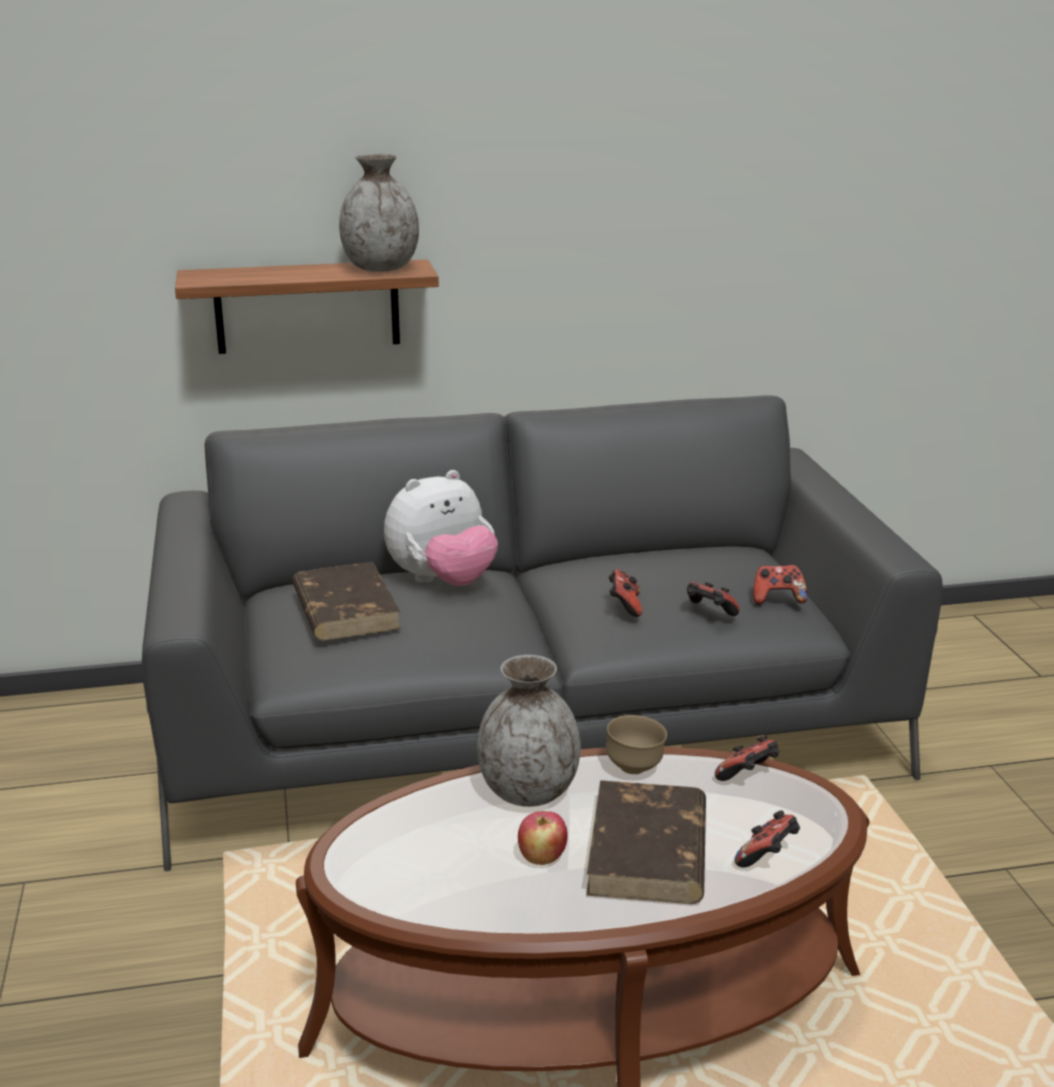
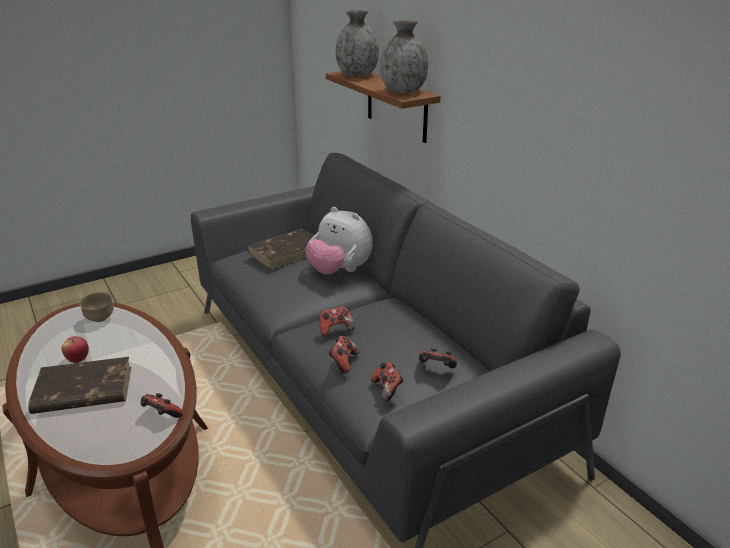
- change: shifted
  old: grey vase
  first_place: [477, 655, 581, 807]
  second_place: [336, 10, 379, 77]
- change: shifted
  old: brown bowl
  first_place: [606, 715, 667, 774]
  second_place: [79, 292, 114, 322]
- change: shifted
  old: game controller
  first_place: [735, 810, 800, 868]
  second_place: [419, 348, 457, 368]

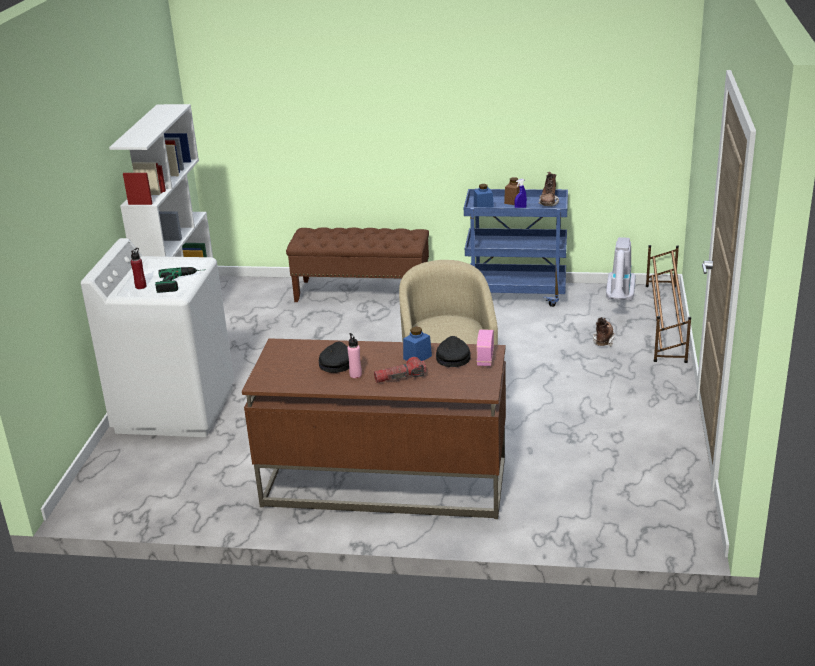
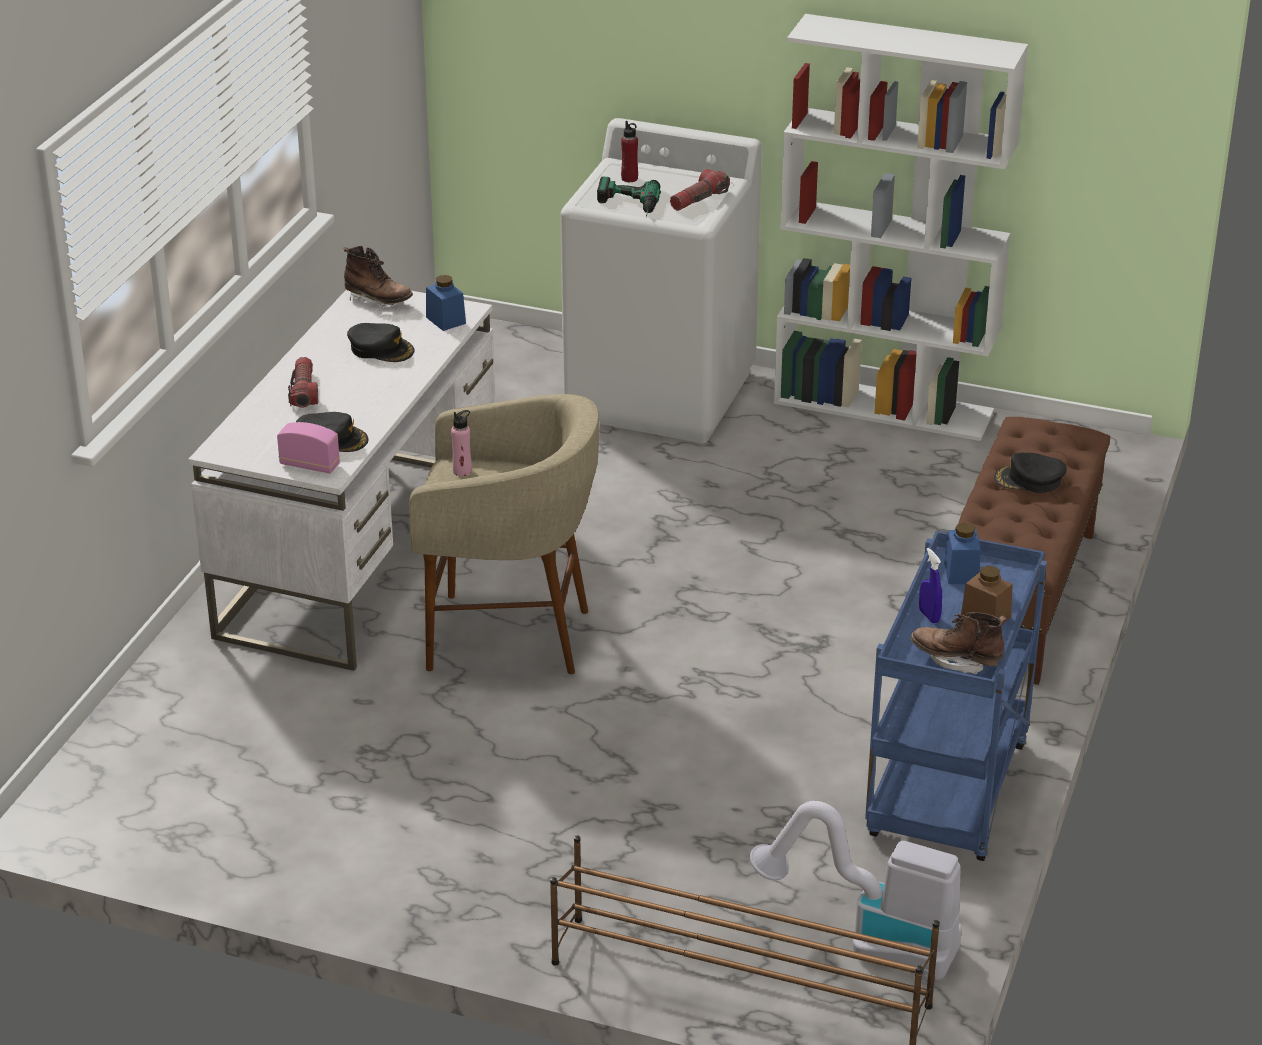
- change: repainted
  old: brown desk
  new: white desk
  first_place: [242, 338, 506, 519]
  second_place: [188, 289, 495, 671]
- change: shifted
  old: pink bottle
  first_place: [347, 333, 362, 378]
  second_place: [451, 410, 472, 476]
- change: shifted
  old: blue jar
  first_place: [403, 327, 432, 361]
  second_place: [426, 275, 466, 331]
- change: shifted
  old: brown boot
  first_place: [593, 317, 615, 347]
  second_place: [343, 246, 413, 306]
- change: new
  new: flashlight
  second_place: [670, 169, 730, 211]
- change: new
  new: black cap
  second_place: [994, 452, 1067, 493]

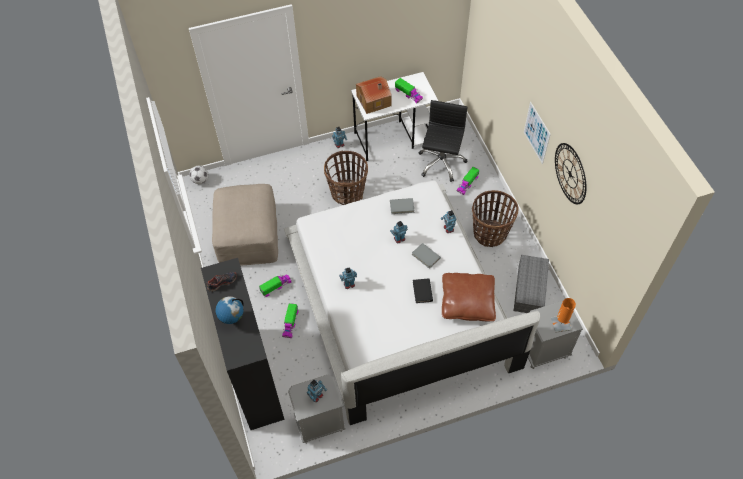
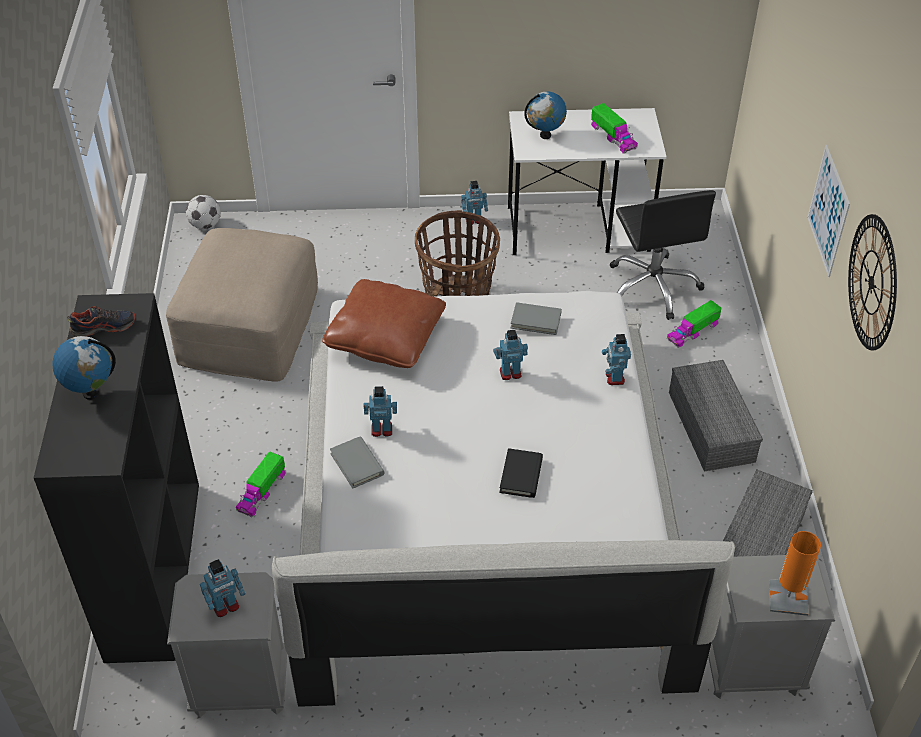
- change: gone
  old: toy truck
  first_place: [259, 274, 292, 297]
- change: swapped
  old: toy house
  new: globe
  first_place: [356, 76, 392, 114]
  second_place: [524, 91, 567, 139]
- change: shifted
  old: grey book
  first_place: [412, 243, 441, 269]
  second_place: [330, 436, 384, 488]
- change: rotated
  old: black office chair
  first_place: [419, 100, 468, 182]
  second_place: [610, 190, 716, 320]
  degrees: 135
- change: shifted
  old: brown pillow
  first_place: [442, 273, 496, 321]
  second_place: [322, 279, 446, 368]
- change: swapped
  old: basket
  new: grey storage box
  first_place: [472, 190, 519, 247]
  second_place: [669, 360, 763, 472]

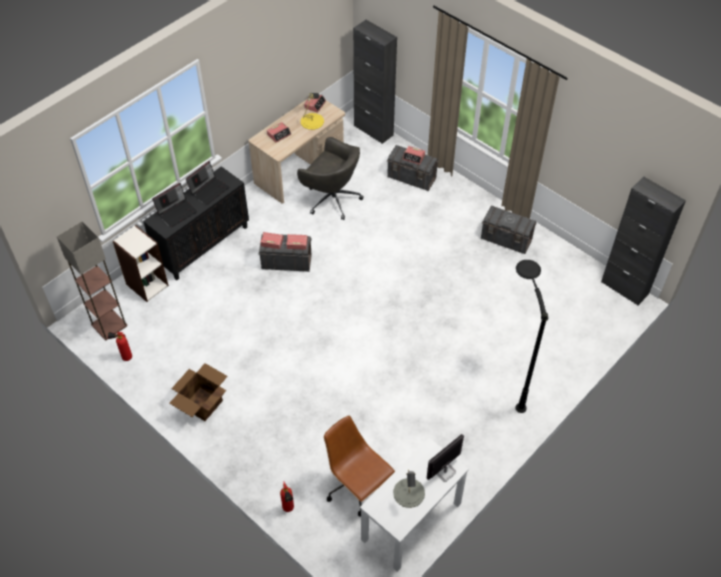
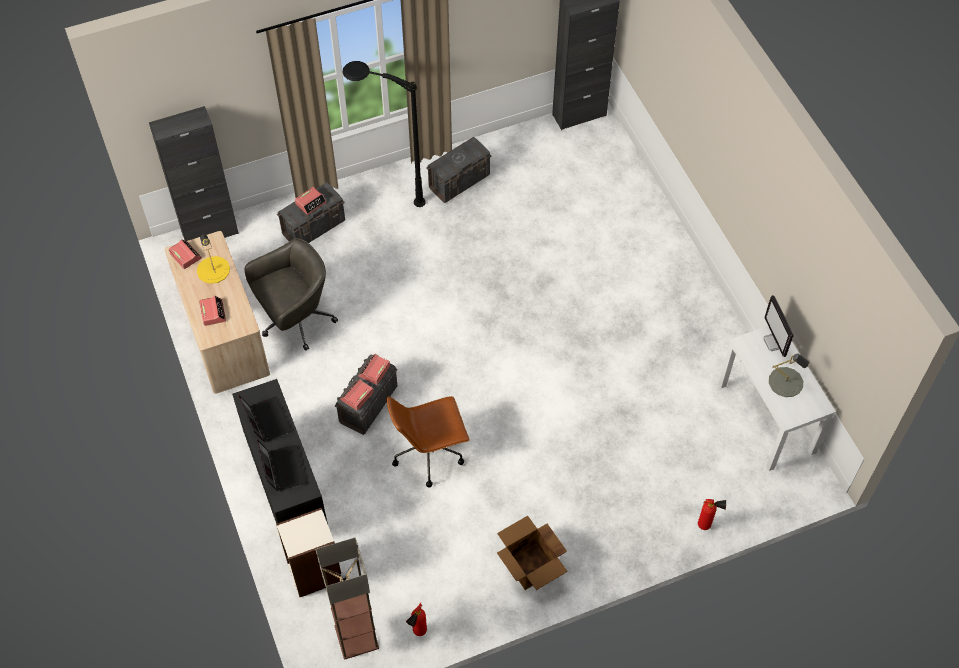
- change: shifted
  old: brown office chair
  first_place: [324, 416, 395, 517]
  second_place: [387, 396, 470, 487]
- change: shifted
  old: black floor lamp
  first_place: [515, 260, 548, 413]
  second_place: [342, 61, 426, 207]

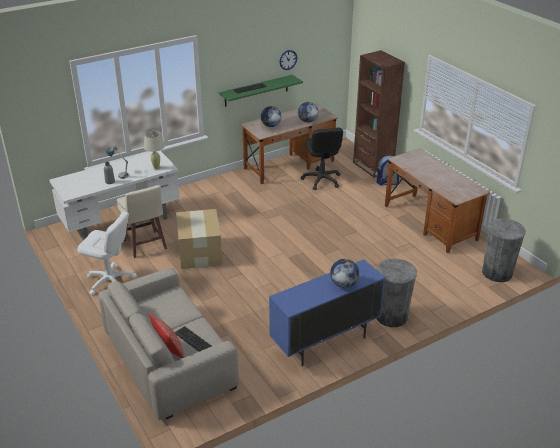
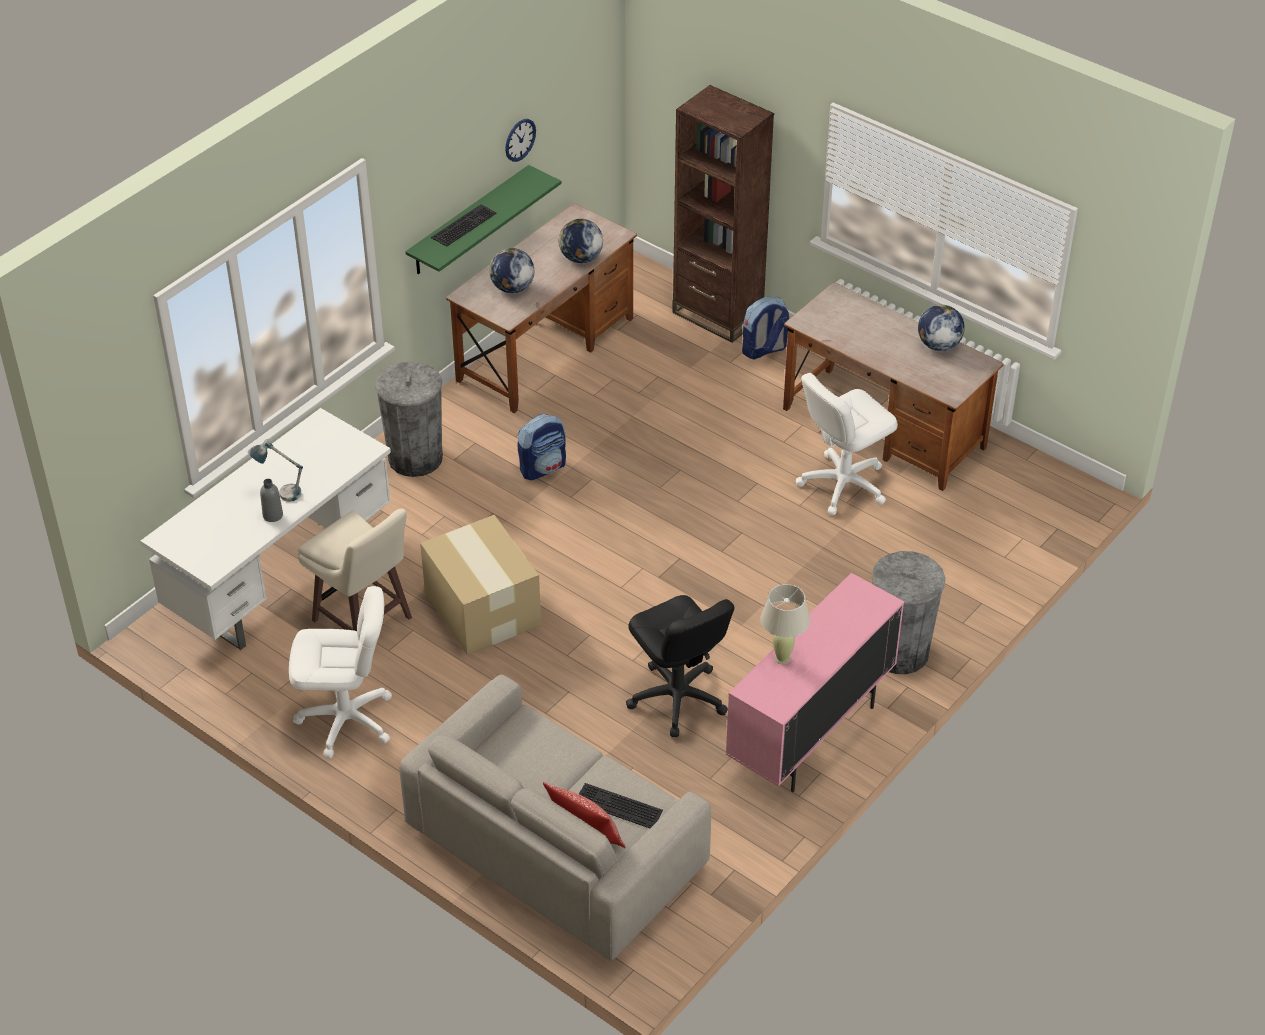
- change: shifted
  old: beige table lamp
  first_place: [143, 131, 165, 170]
  second_place: [760, 584, 810, 664]
- change: repainted
  old: blue cabinet
  new: pink cabinet
  first_place: [269, 259, 385, 366]
  second_place: [726, 573, 904, 792]
- change: shifted
  old: black office chair
  first_place: [301, 128, 343, 190]
  second_place: [626, 595, 735, 737]
- change: shifted
  old: globe
  first_place: [330, 259, 360, 288]
  second_place: [918, 305, 965, 351]
- change: shifted
  old: grey trash can
  first_place: [482, 218, 526, 282]
  second_place: [375, 361, 443, 477]
- change: new
  new: backpack
  second_place: [517, 414, 566, 480]
- change: new
  new: white office chair
  second_place: [796, 373, 898, 515]

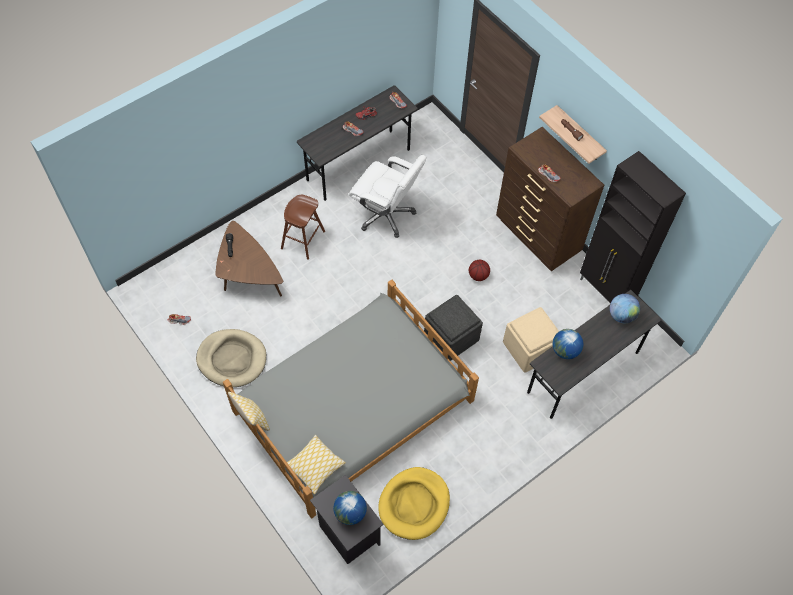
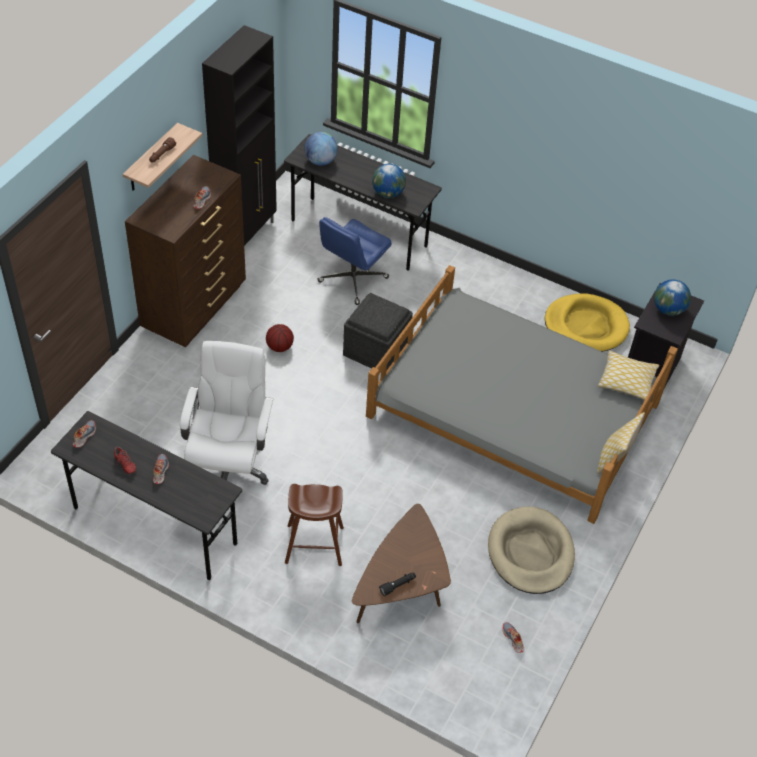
- change: swapped
  old: beige ottoman
  new: blue office chair
  first_place: [503, 307, 559, 373]
  second_place: [317, 217, 392, 305]

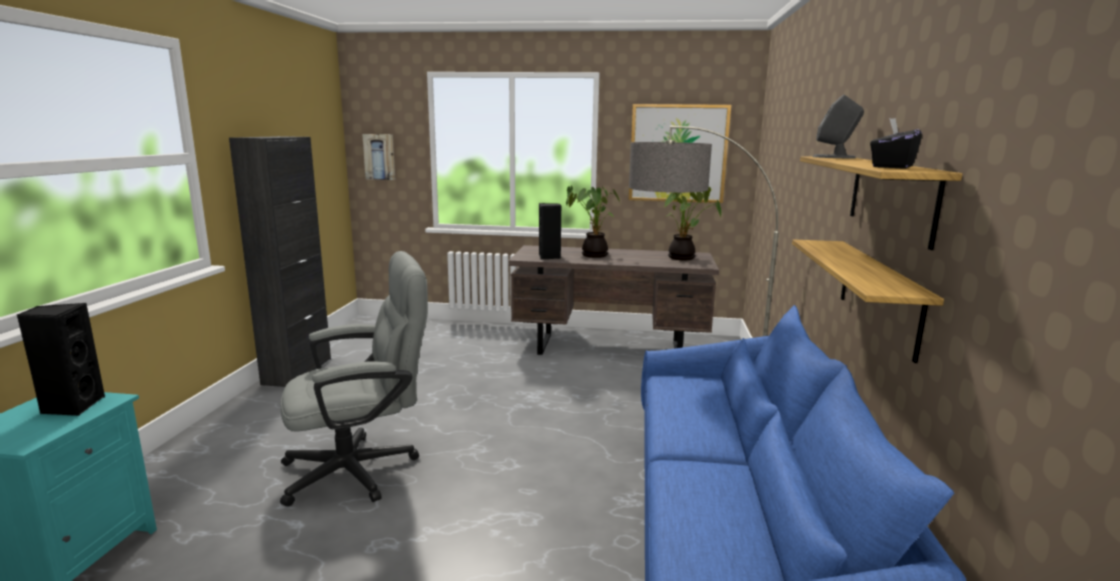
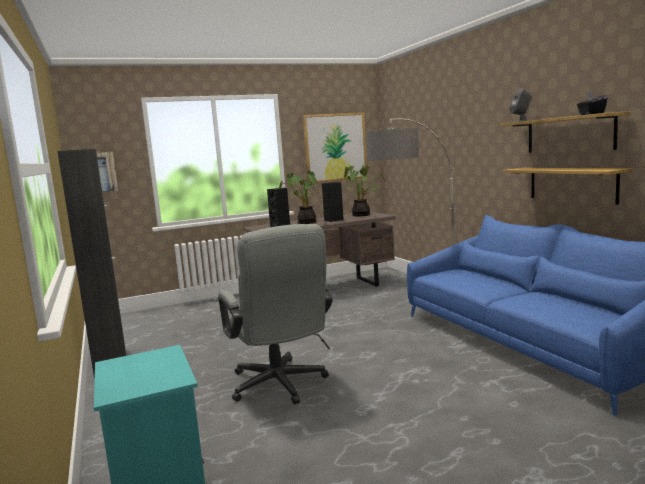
- change: shifted
  old: black speaker
  first_place: [17, 303, 105, 416]
  second_place: [322, 182, 344, 222]
- change: rotated
  old: grey office chair
  first_place: [280, 251, 428, 507]
  second_place: [218, 224, 333, 404]
  degrees: 120

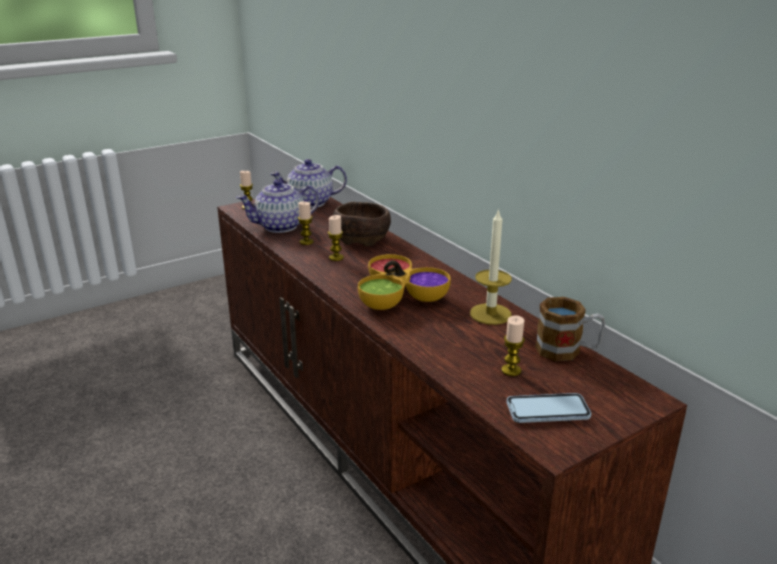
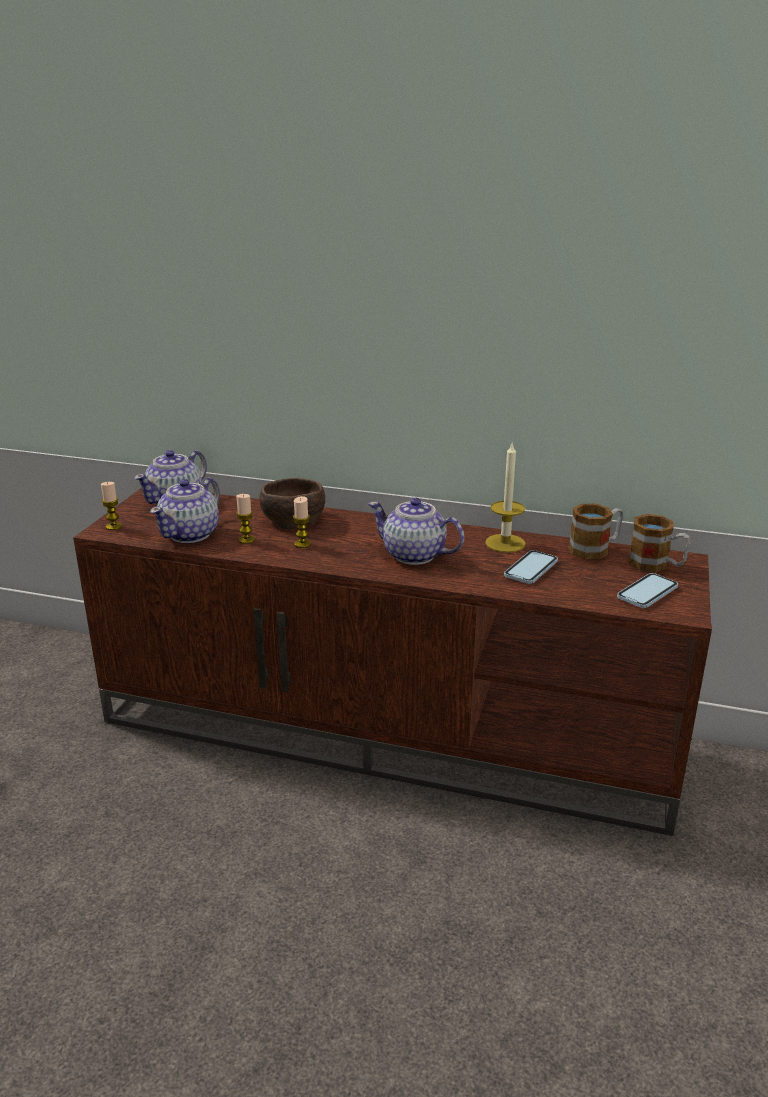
- change: swapped
  old: bowl
  new: teapot
  first_place: [358, 254, 451, 310]
  second_place: [368, 498, 464, 565]
- change: gone
  old: candle
  first_place: [501, 315, 525, 376]
- change: new
  new: phone
  second_place: [504, 550, 558, 584]
- change: new
  new: mug
  second_place: [628, 514, 691, 572]

